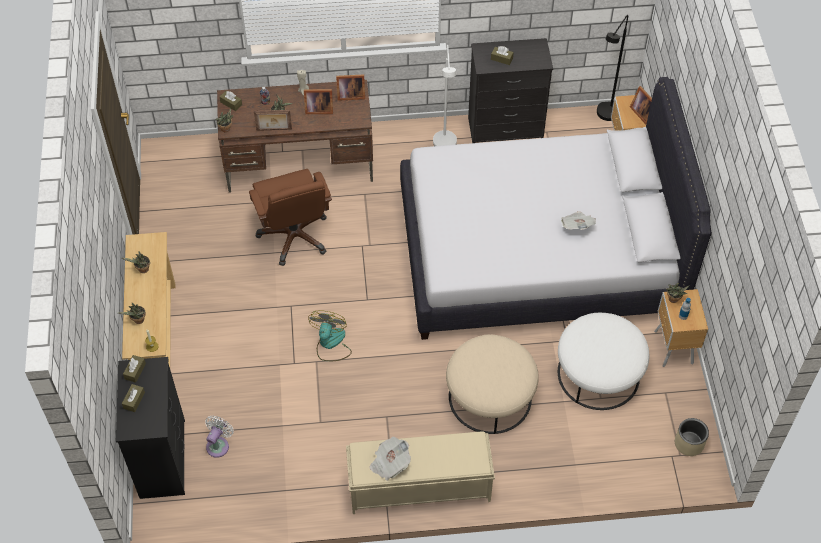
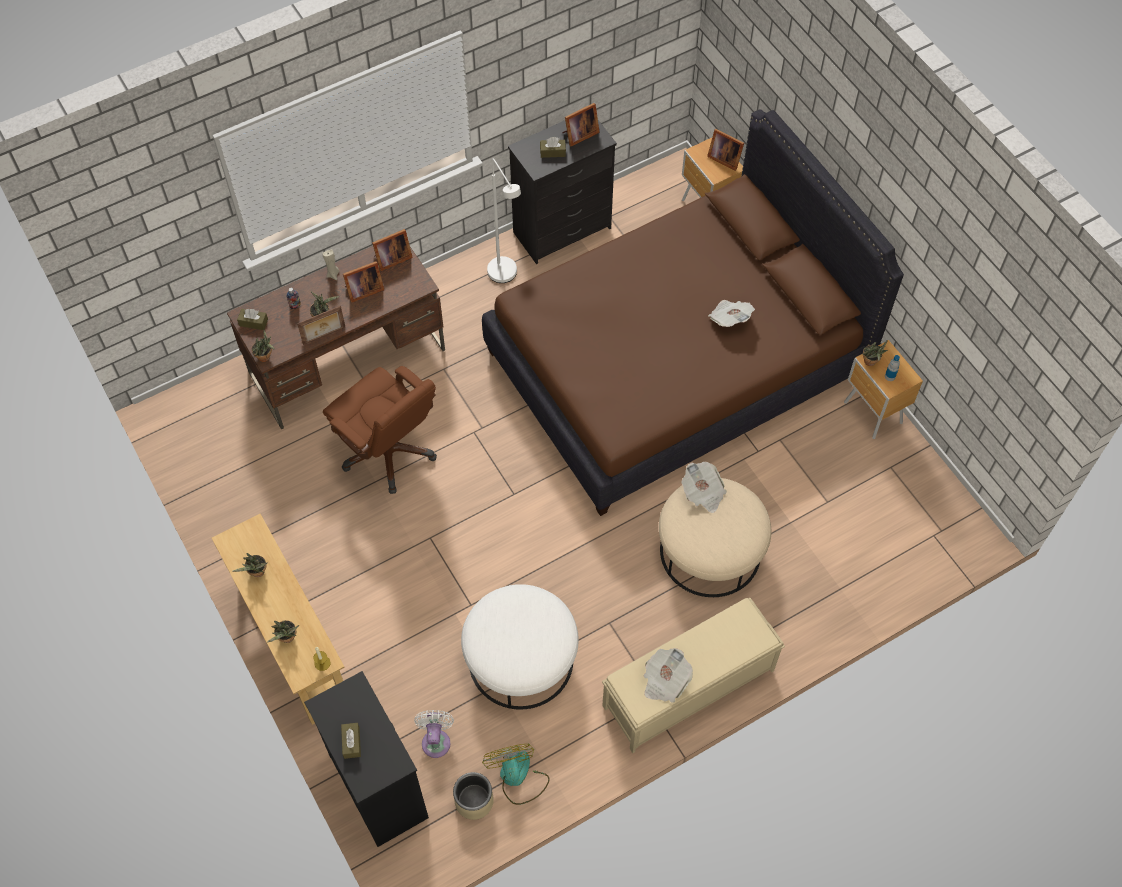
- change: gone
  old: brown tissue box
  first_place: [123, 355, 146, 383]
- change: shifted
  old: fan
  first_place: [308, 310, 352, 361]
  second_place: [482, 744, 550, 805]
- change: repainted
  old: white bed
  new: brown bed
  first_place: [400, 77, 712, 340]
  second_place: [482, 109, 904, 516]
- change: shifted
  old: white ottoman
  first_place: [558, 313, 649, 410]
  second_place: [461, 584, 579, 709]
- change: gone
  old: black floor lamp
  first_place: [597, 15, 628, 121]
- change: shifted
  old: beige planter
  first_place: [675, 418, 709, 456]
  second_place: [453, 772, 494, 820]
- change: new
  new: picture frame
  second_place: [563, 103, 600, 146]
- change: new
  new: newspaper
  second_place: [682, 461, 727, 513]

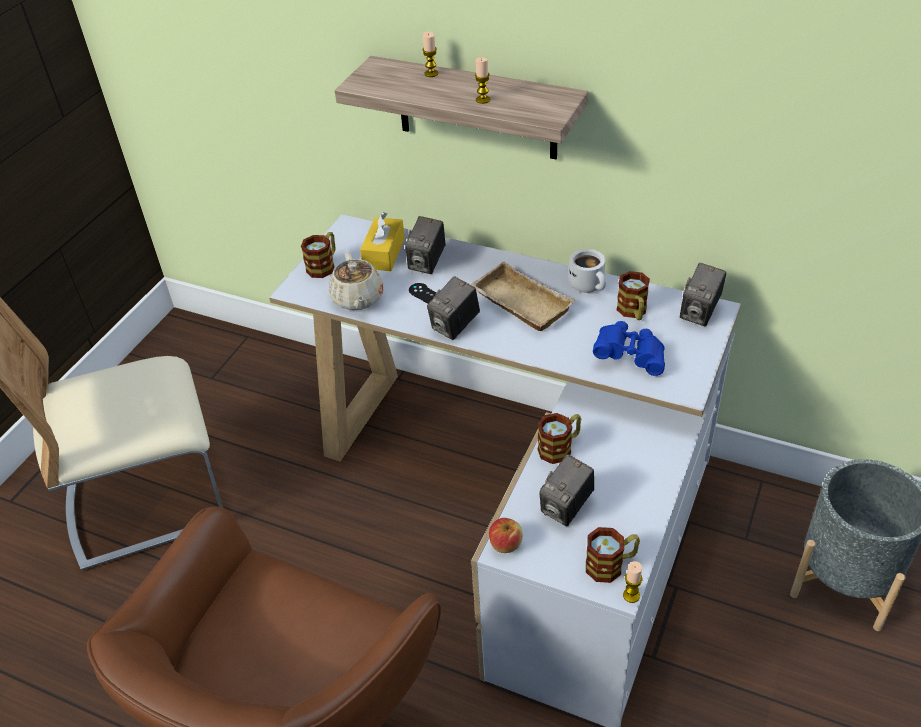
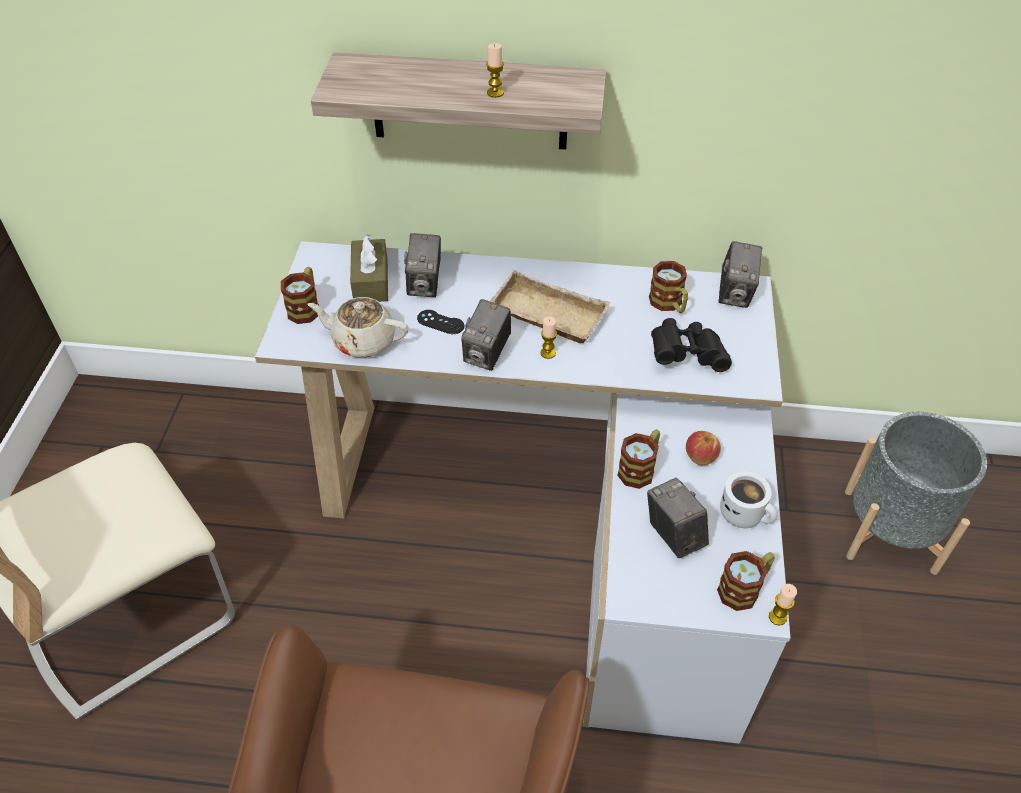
- change: rotated
  old: beige teapot
  first_place: [329, 253, 383, 310]
  second_place: [308, 297, 408, 357]
  degrees: 135
- change: repainted
  old: yellow tissue box
  new: brown tissue box
  first_place: [360, 212, 405, 271]
  second_place: [350, 234, 388, 302]
- change: shifted
  old: candle
  first_place: [422, 32, 438, 77]
  second_place: [541, 316, 557, 359]
- change: shifted
  old: apple
  first_place: [489, 518, 523, 553]
  second_place: [686, 431, 721, 465]
- change: rotated
  old: photo camera
  first_place: [539, 454, 594, 526]
  second_place: [647, 478, 709, 558]
  degrees: 135
- change: shifted
  old: white mug
  first_place: [569, 249, 606, 293]
  second_place: [720, 472, 777, 528]
- change: repainted
  old: blue binoculars
  new: black binoculars
  first_place: [593, 321, 665, 376]
  second_place: [651, 318, 732, 372]

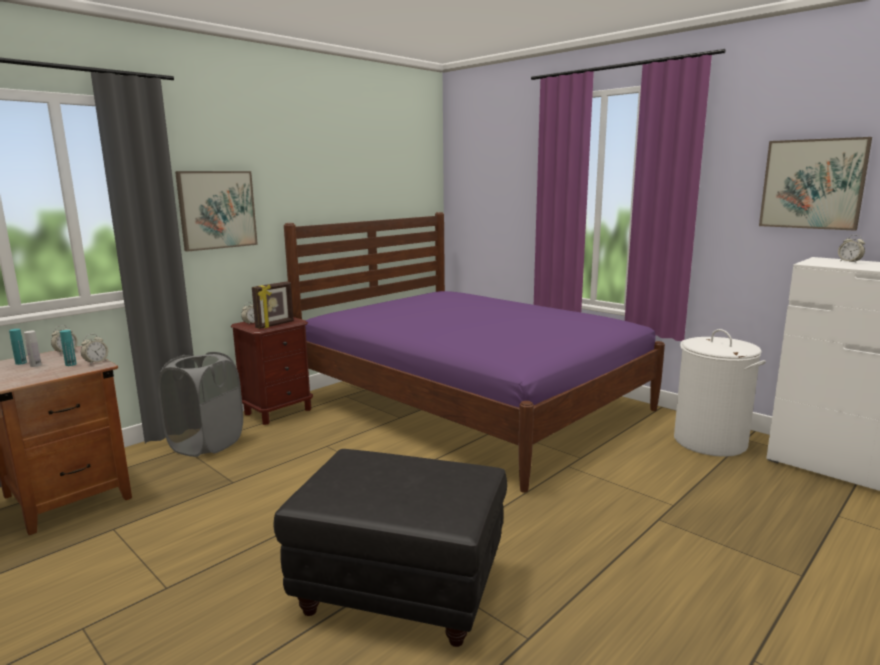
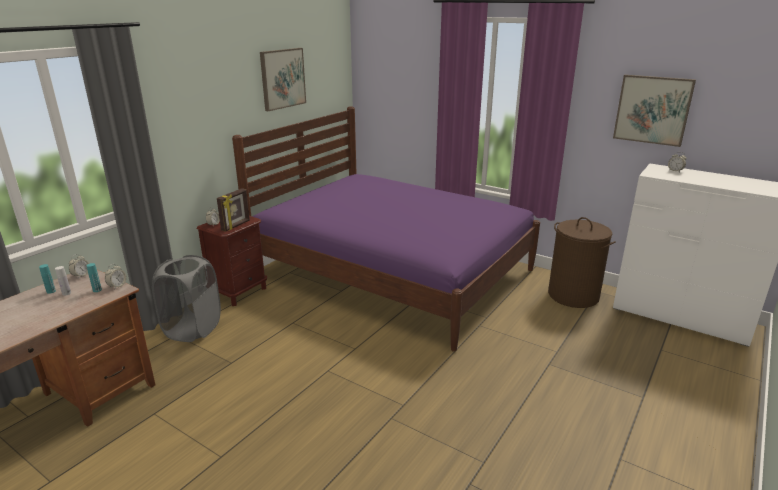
- change: shifted
  old: picture
  first_place: [175, 171, 258, 252]
  second_place: [260, 48, 306, 111]
- change: gone
  old: black ottoman
  first_place: [274, 449, 507, 647]
- change: repainted
  old: white laundry basket
  new: brown laundry basket
  first_place: [674, 329, 766, 457]
  second_place: [548, 217, 616, 308]

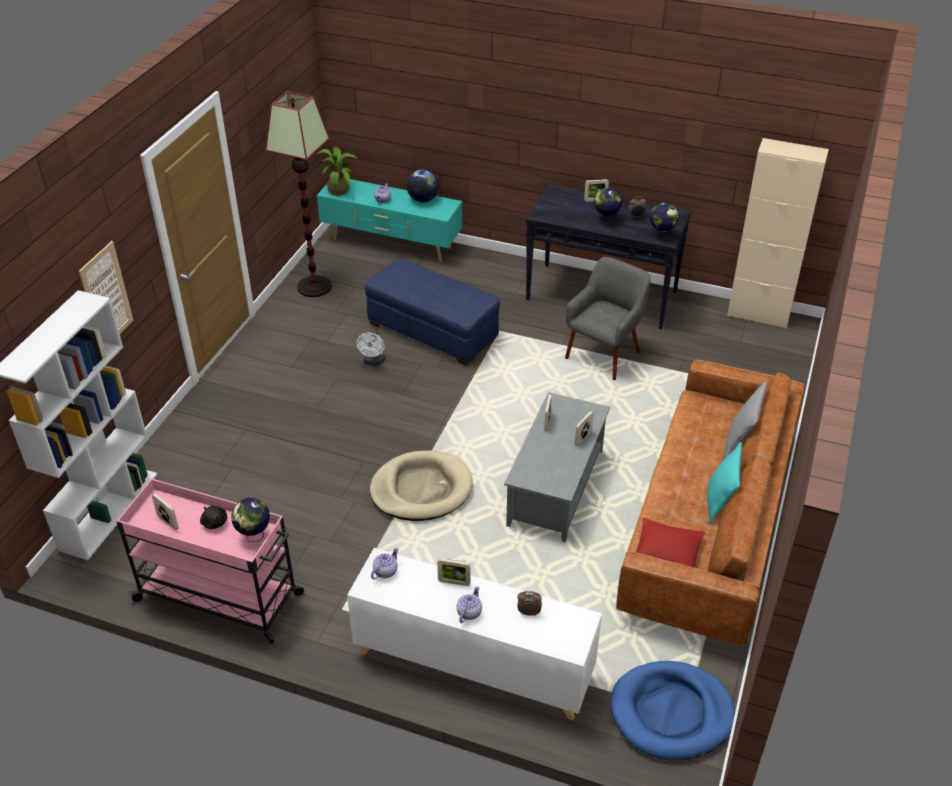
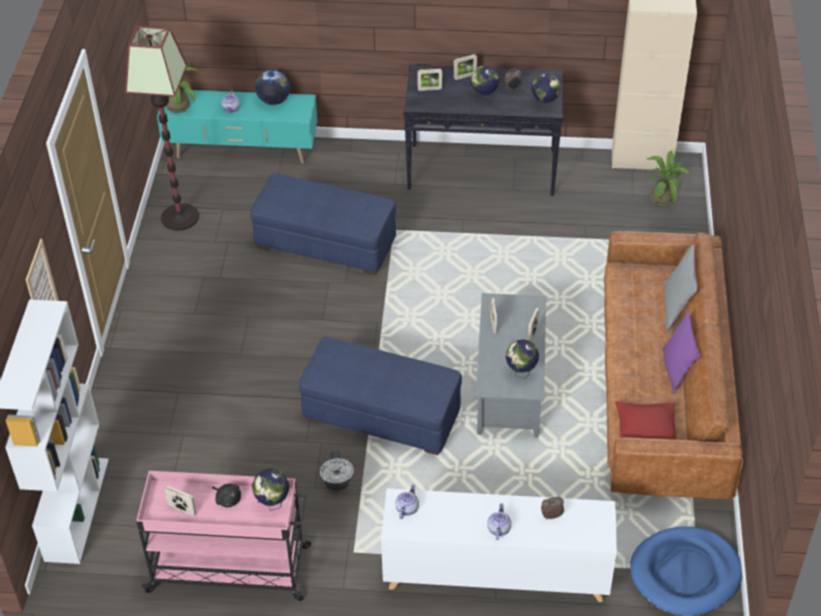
- change: shifted
  old: white fan
  first_place: [356, 330, 385, 366]
  second_place: [320, 450, 354, 491]
- change: swapped
  old: beige dog bed
  new: blue ottoman
  first_place: [370, 450, 472, 521]
  second_place: [299, 337, 462, 455]
- change: shifted
  old: picture frame
  first_place: [437, 558, 471, 586]
  second_place: [417, 69, 442, 91]
- change: gone
  old: grey armchair
  first_place: [565, 257, 650, 380]
- change: repainted
  old: turquoise pillow
  new: purple pillow
  first_place: [707, 442, 742, 524]
  second_place: [662, 311, 701, 393]
- change: new
  new: globe
  second_place: [506, 339, 539, 379]
- change: new
  new: potted plant
  second_place: [647, 151, 691, 206]

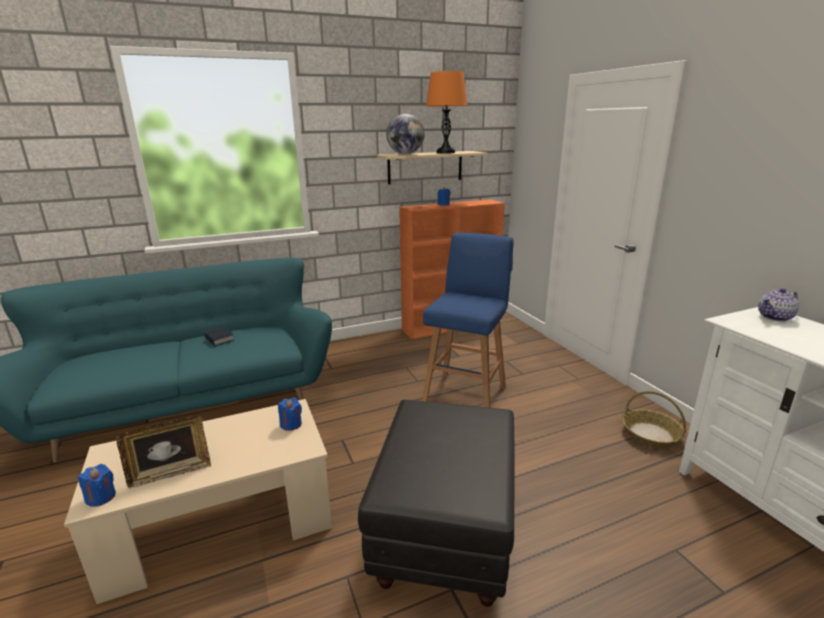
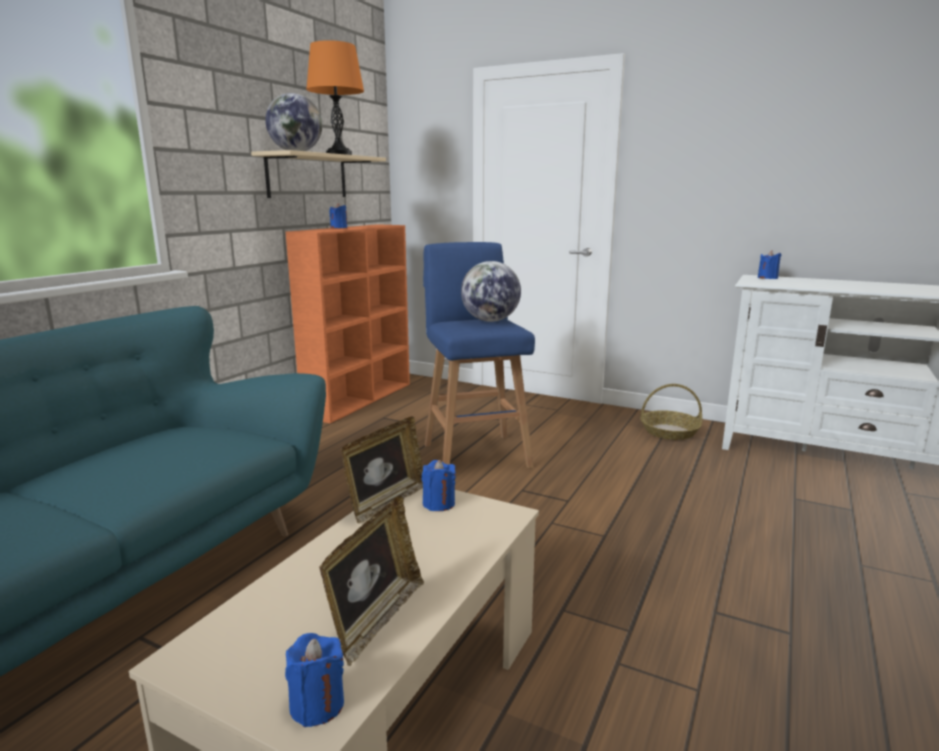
- change: gone
  old: book
  first_place: [204, 327, 234, 346]
- change: gone
  old: black ottoman
  first_place: [358, 400, 515, 607]
- change: swapped
  old: teapot
  new: blue candle
  first_place: [758, 288, 799, 322]
  second_place: [758, 250, 781, 279]
- change: new
  new: picture frame
  second_place: [341, 416, 423, 523]
- change: new
  new: globe
  second_place: [461, 261, 521, 322]

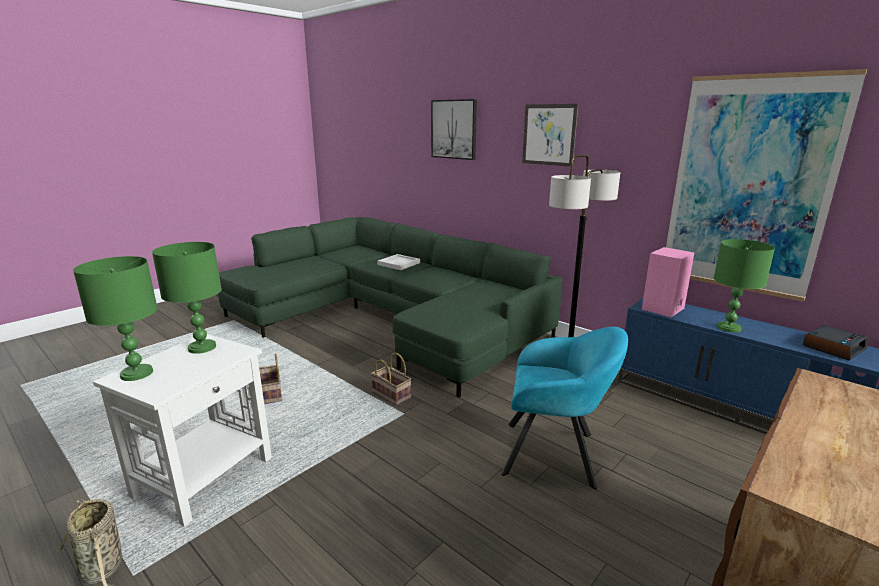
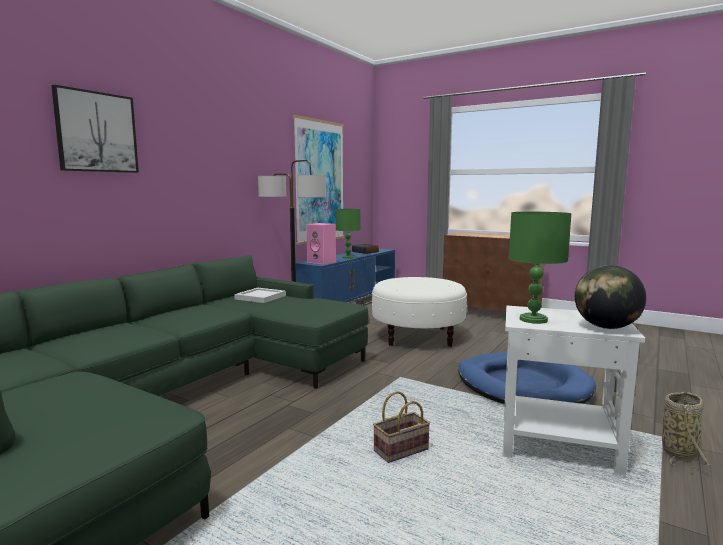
- change: swapped
  old: green table lamp
  new: globe
  first_place: [73, 256, 158, 381]
  second_place: [575, 265, 646, 329]
- change: gone
  old: basket
  first_place: [371, 353, 411, 406]
- change: shifted
  old: white tray
  first_place: [377, 254, 420, 270]
  second_place: [235, 288, 286, 303]
- change: swapped
  old: turquoise armchair
  new: white ottoman
  first_place: [501, 327, 628, 489]
  second_place: [372, 277, 467, 347]
- change: gone
  old: picture
  first_place: [522, 104, 578, 167]
- change: new
  new: blue dog bed
  second_place: [458, 351, 596, 404]

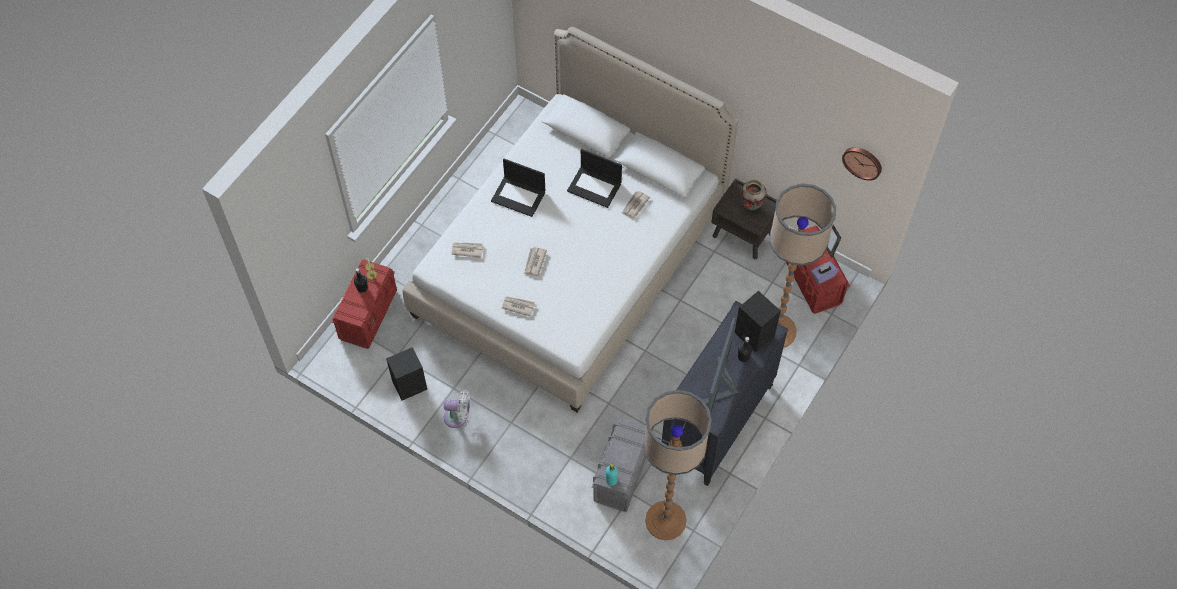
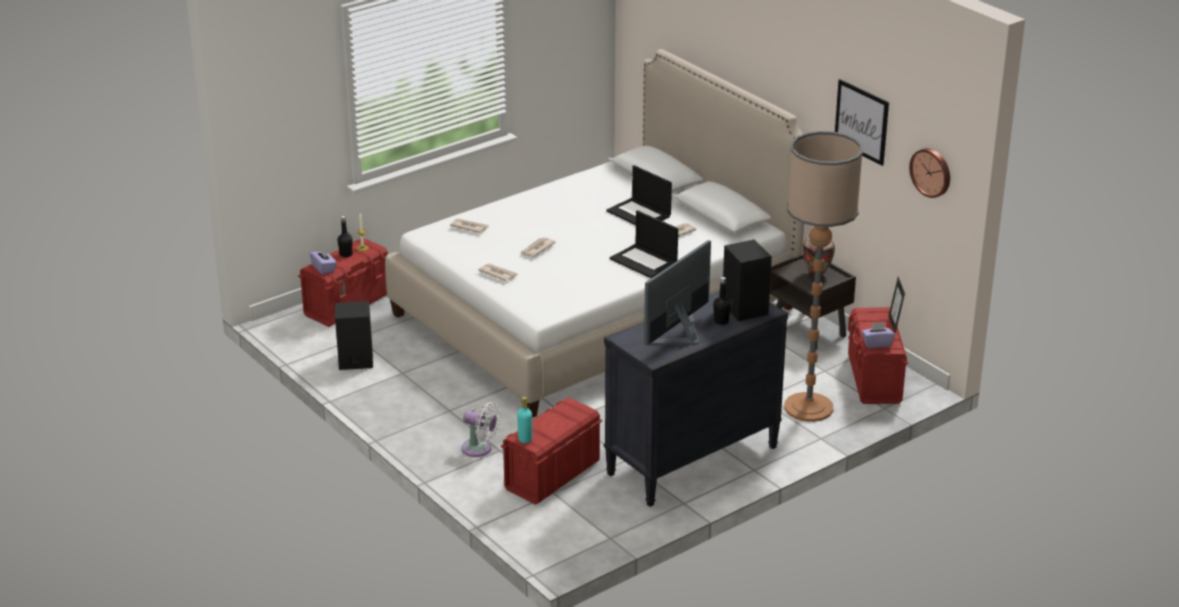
- change: shifted
  old: white fan
  first_place: [443, 390, 470, 428]
  second_place: [461, 402, 500, 457]
- change: shifted
  old: laptop
  first_place: [491, 159, 545, 217]
  second_place: [610, 210, 678, 278]
- change: repainted
  old: grey storage box
  new: red storage box
  first_place: [592, 418, 654, 512]
  second_place: [501, 397, 602, 505]
- change: gone
  old: floor lamp
  first_place: [643, 390, 712, 540]
- change: new
  new: purple tissue box
  second_place: [309, 248, 337, 275]
- change: new
  new: picture
  second_place: [835, 79, 889, 166]

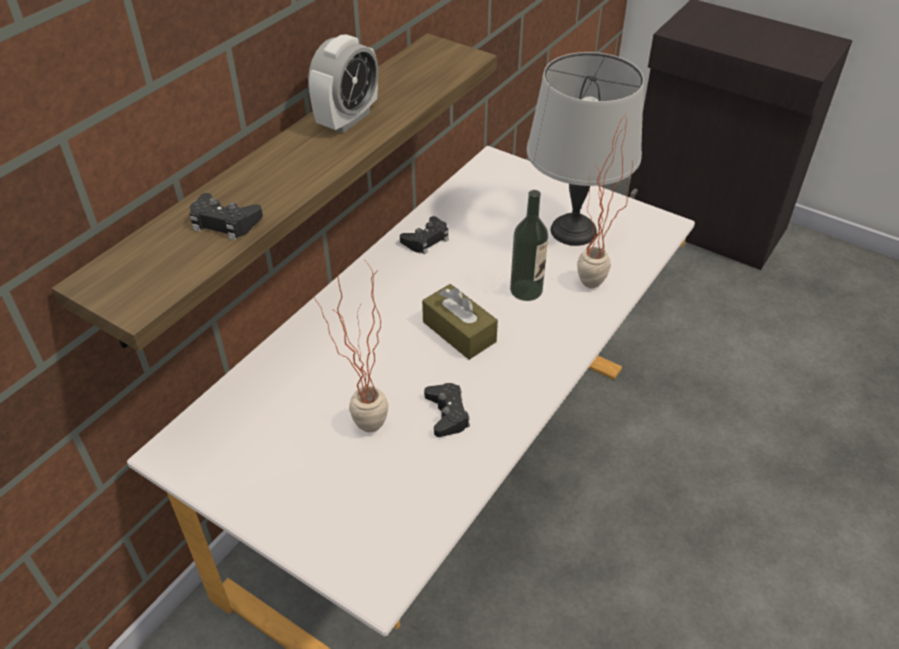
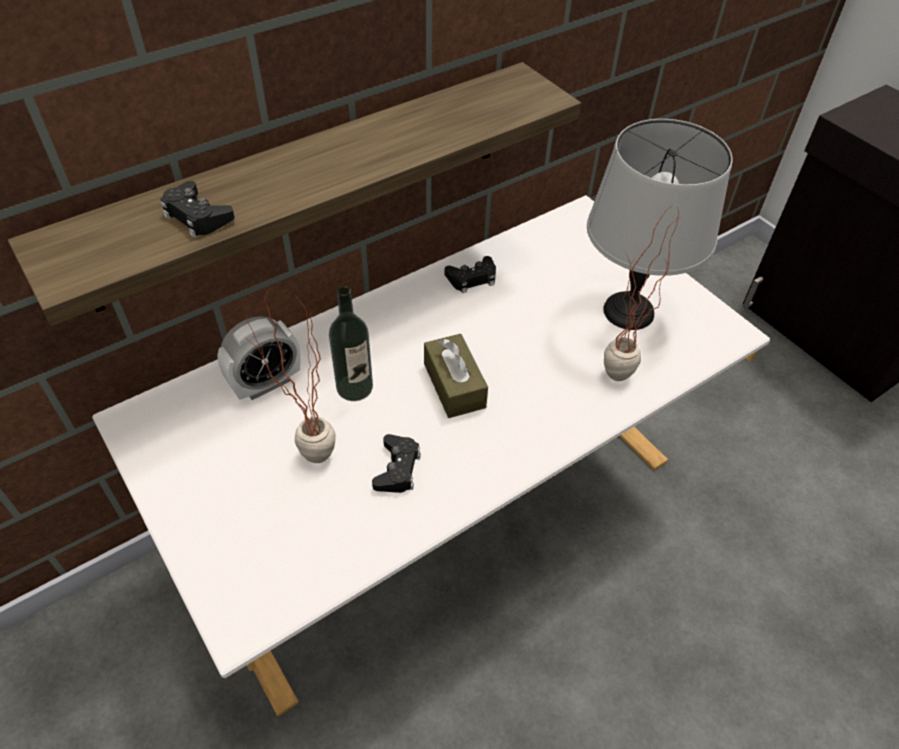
- change: shifted
  old: alarm clock
  first_place: [308, 35, 378, 133]
  second_place: [217, 316, 301, 400]
- change: shifted
  old: bottle
  first_place: [510, 190, 548, 301]
  second_place: [329, 286, 373, 401]

